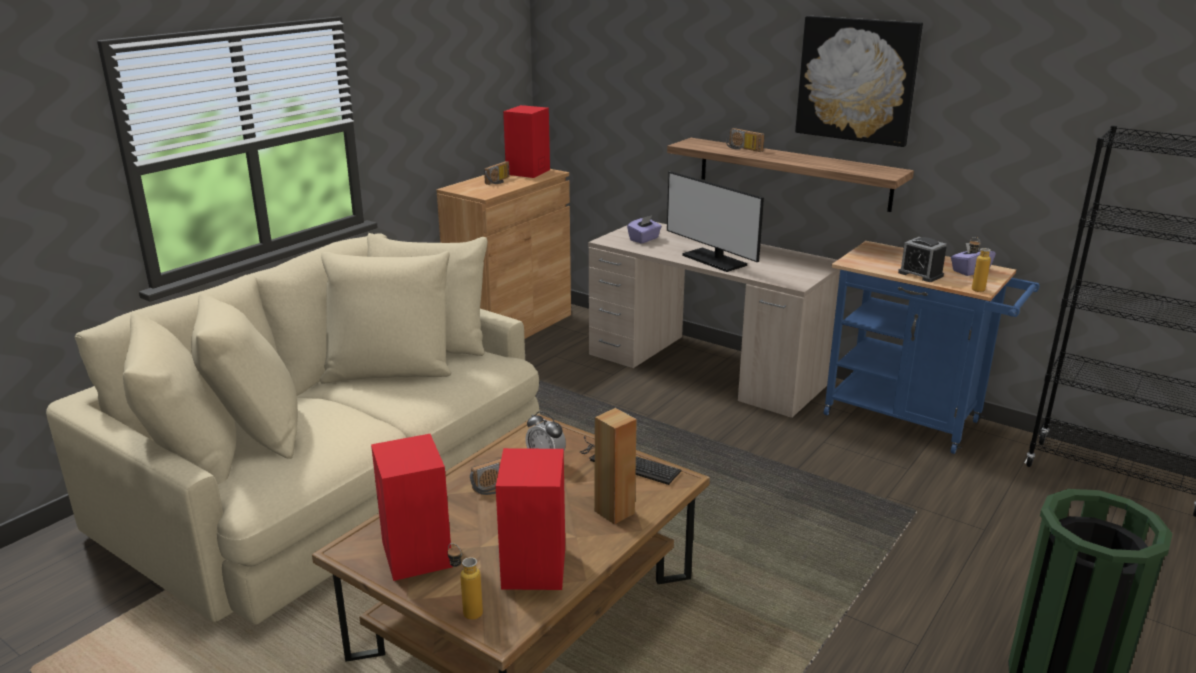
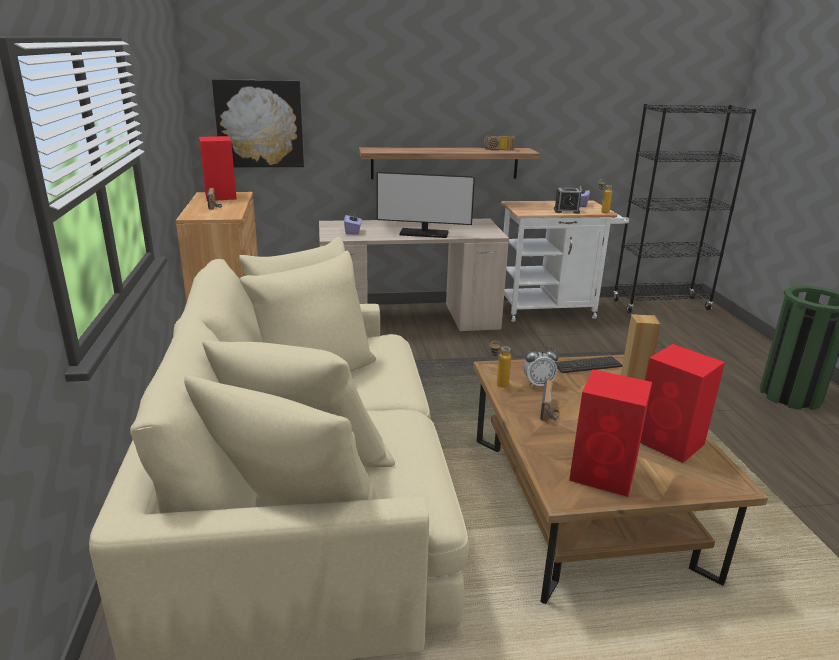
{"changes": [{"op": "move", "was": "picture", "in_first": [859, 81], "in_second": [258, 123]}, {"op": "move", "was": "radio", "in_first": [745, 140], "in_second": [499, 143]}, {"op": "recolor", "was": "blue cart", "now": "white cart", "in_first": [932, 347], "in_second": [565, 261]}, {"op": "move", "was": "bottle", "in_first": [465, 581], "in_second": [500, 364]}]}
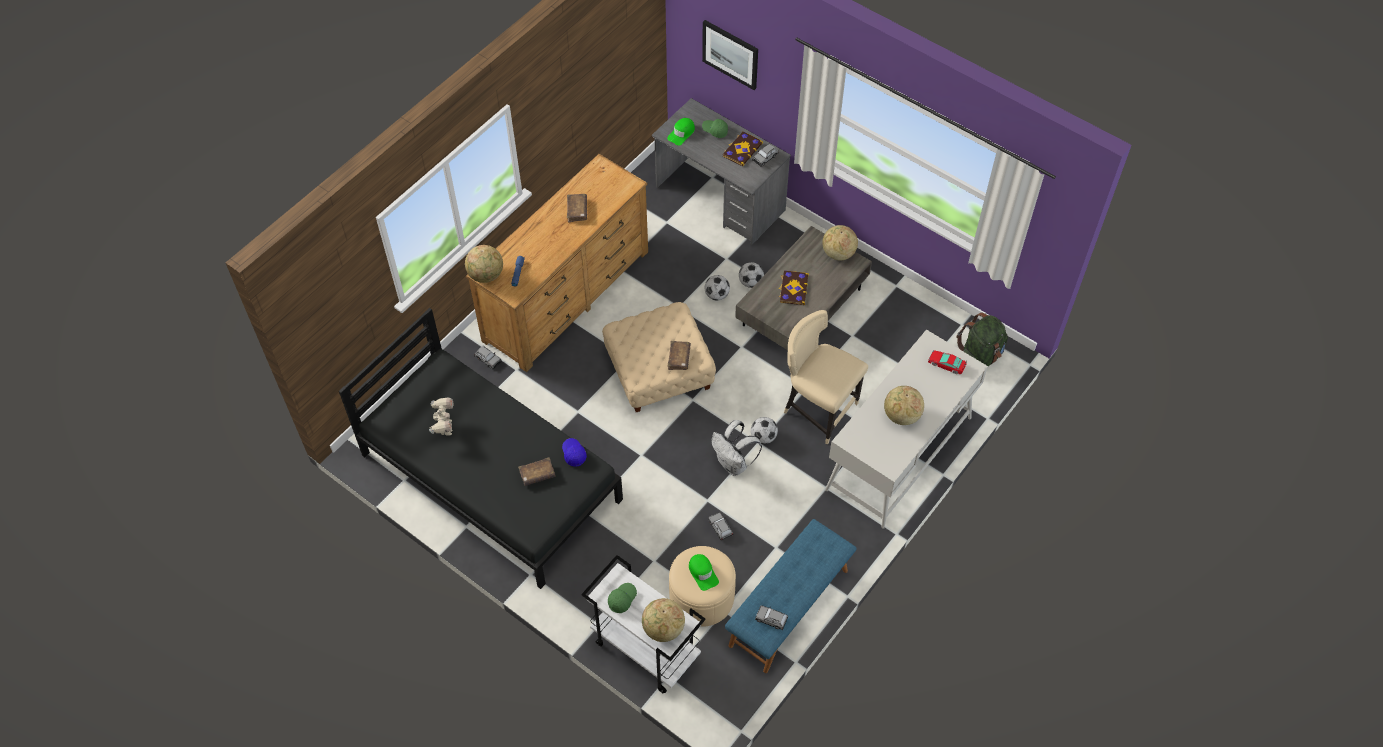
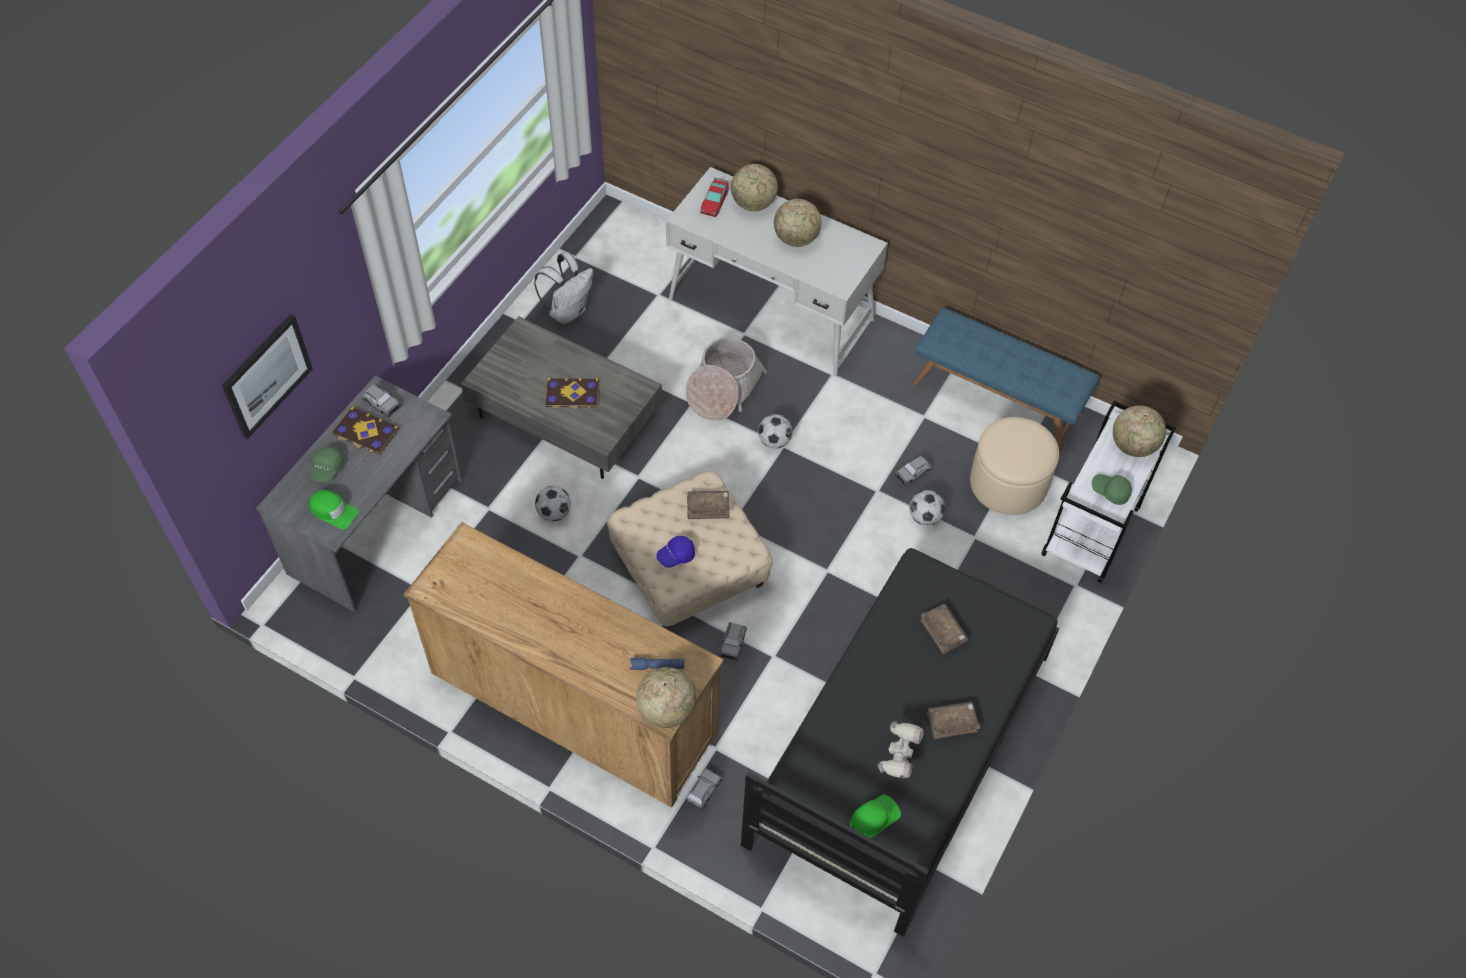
{"changes": [{"op": "move", "was": "brown book", "in_first": [577, 208], "in_second": [953, 720]}, {"op": "move", "was": "globe", "in_first": [840, 242], "in_second": [754, 187]}, {"op": "move", "was": "football", "in_first": [751, 275], "in_second": [927, 508]}, {"op": "replace", "was": "beige chair", "now": "basket", "in_first": [826, 377], "in_second": [726, 379]}, {"op": "delete", "was": "green backpack", "in_first": [982, 339]}, {"op": "rotate", "was": "toy robot", "in_first": [441, 417], "in_second": [901, 750], "clockwise": 120}, {"op": "move", "was": "white backpack", "in_first": [736, 448], "in_second": [563, 288]}, {"op": "move", "was": "blue cap", "in_first": [574, 452], "in_second": [675, 552]}, {"op": "move", "was": "green cap", "in_first": [704, 572], "in_second": [875, 816]}, {"op": "move", "was": "grey toy car", "in_first": [771, 617], "in_second": [733, 641]}]}
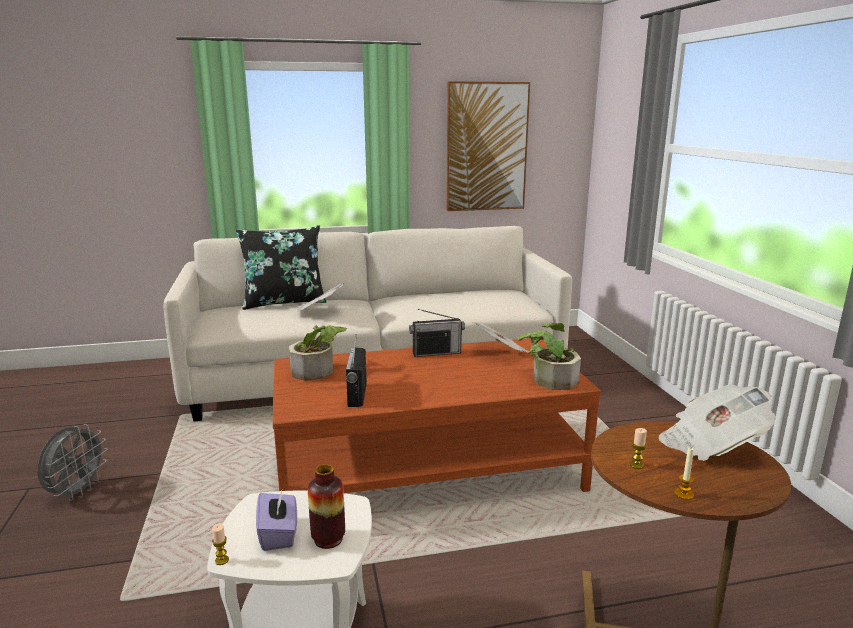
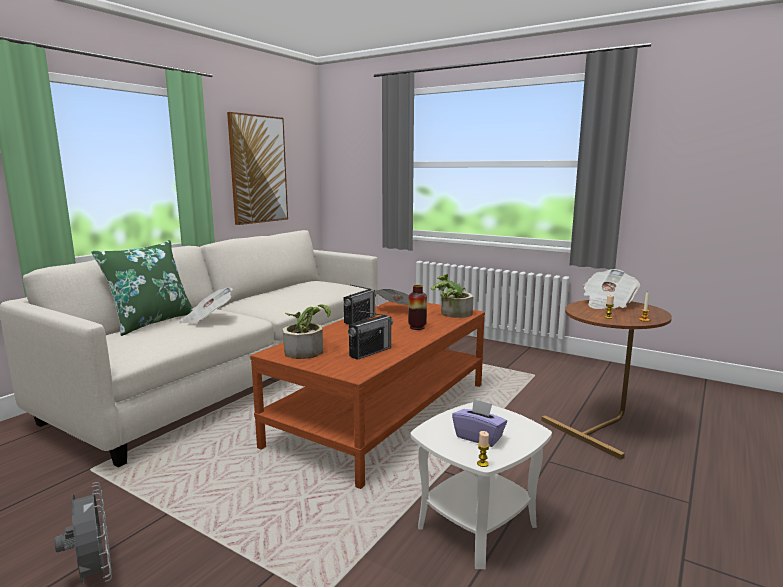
{"changes": [{"op": "recolor", "was": "black pillow", "now": "green pillow", "in_first": [281, 267], "in_second": [142, 288]}, {"op": "rotate", "was": "radio", "in_first": [356, 370], "in_second": [370, 335], "clockwise": -90}, {"op": "move", "was": "vase", "in_first": [326, 506], "in_second": [417, 307]}]}
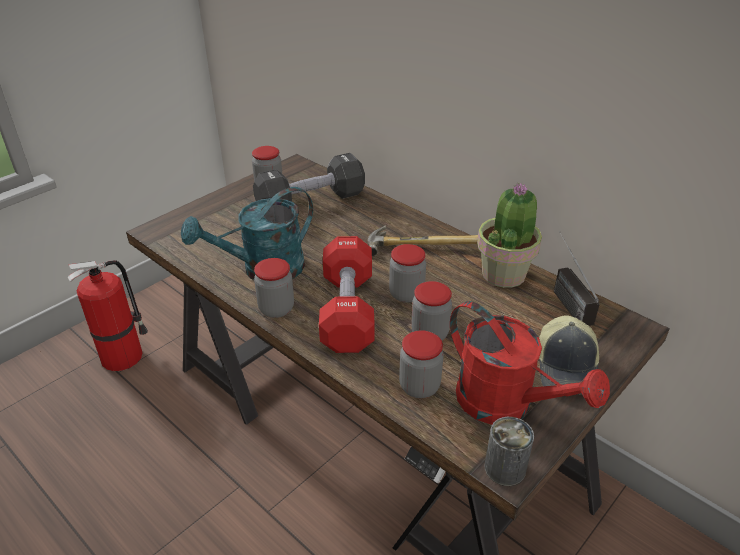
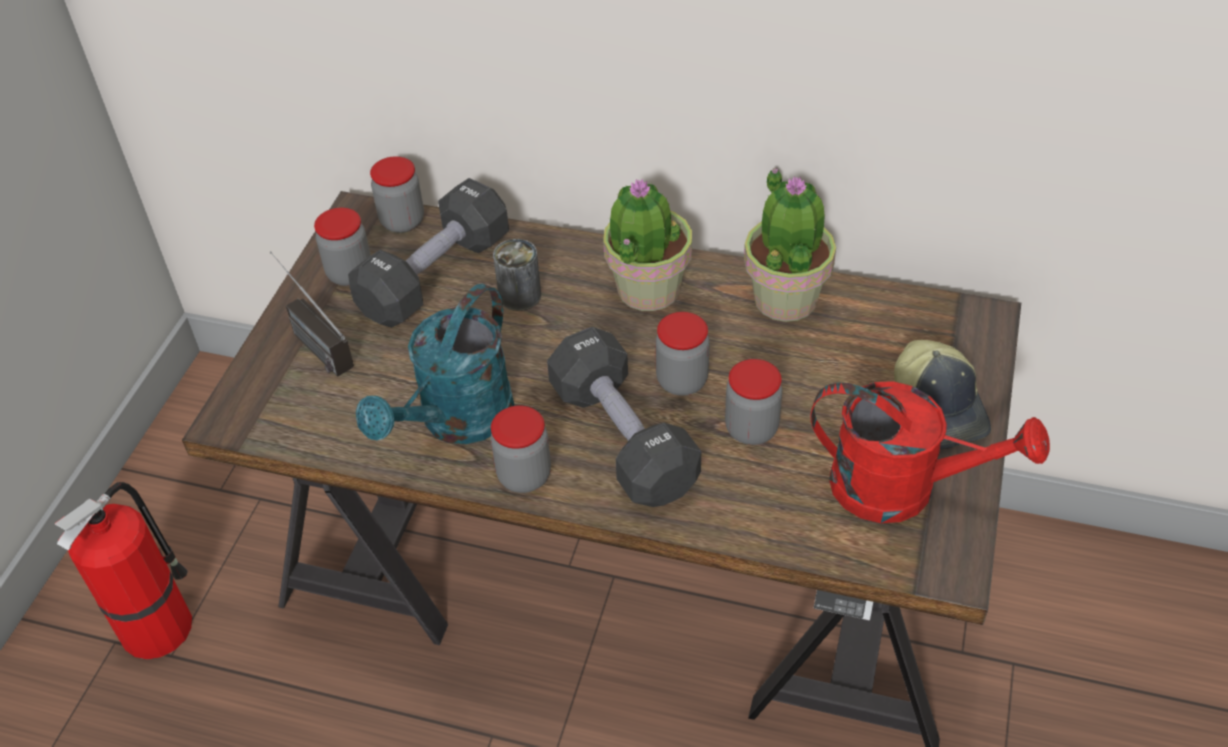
{"changes": [{"op": "replace", "was": "hammer", "now": "potted plant", "in_first": [423, 240], "in_second": [647, 245]}, {"op": "move", "was": "radio", "in_first": [577, 278], "in_second": [312, 314]}, {"op": "recolor", "was": "red dumbbell", "now": "black dumbbell", "in_first": [347, 294], "in_second": [624, 417]}, {"op": "move", "was": "jar", "in_first": [421, 364], "in_second": [397, 194]}, {"op": "move", "was": "can", "in_first": [509, 451], "in_second": [517, 275]}]}
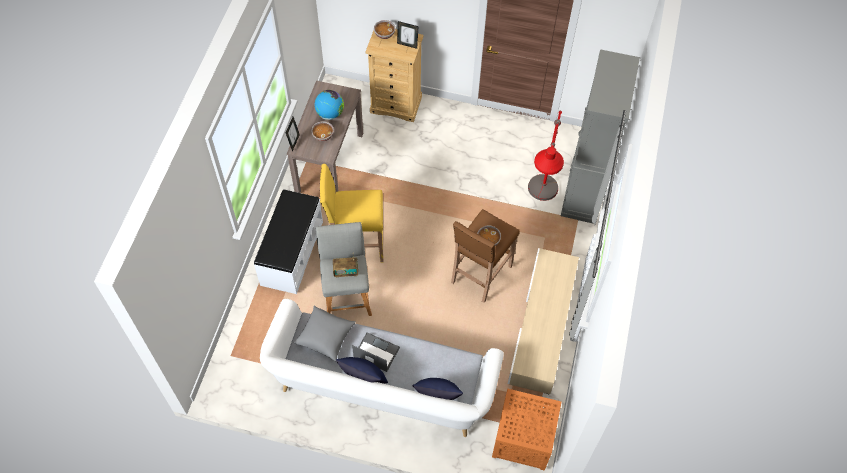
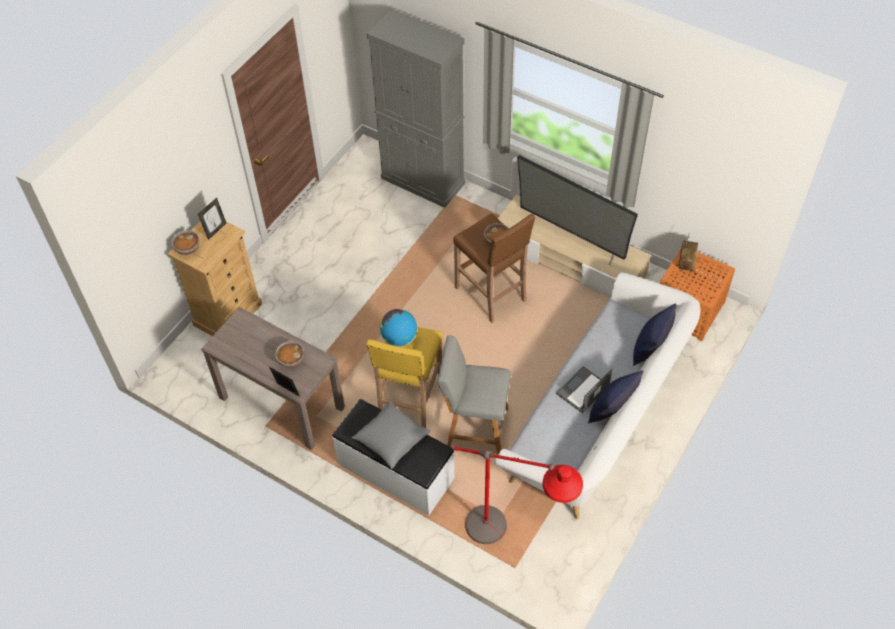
{"changes": [{"op": "move", "was": "globe", "in_first": [329, 105], "in_second": [398, 328]}, {"op": "move", "was": "red floor lamp", "in_first": [546, 155], "in_second": [518, 495]}, {"op": "move", "was": "radio", "in_first": [345, 266], "in_second": [688, 253]}, {"op": "move", "was": "grey pillow", "in_first": [325, 333], "in_second": [391, 435]}, {"op": "insert", "now": "television", "in_second": [577, 210]}]}
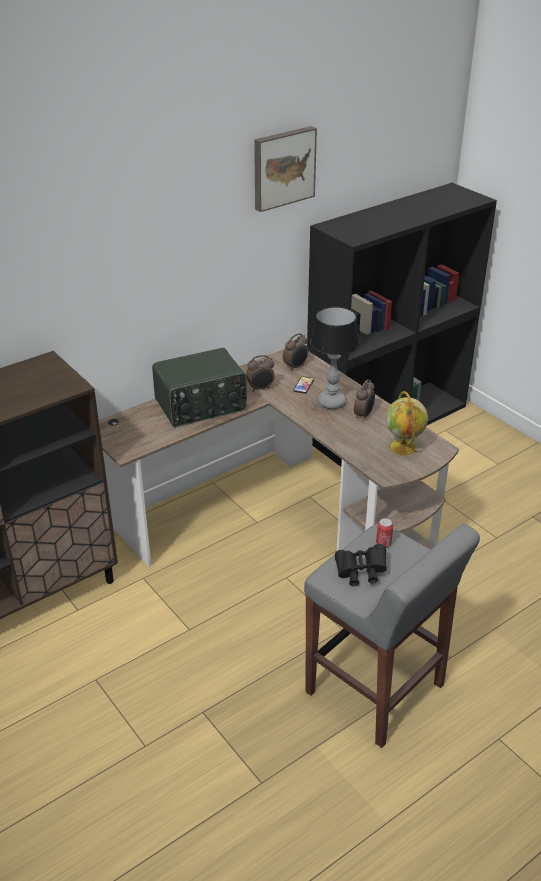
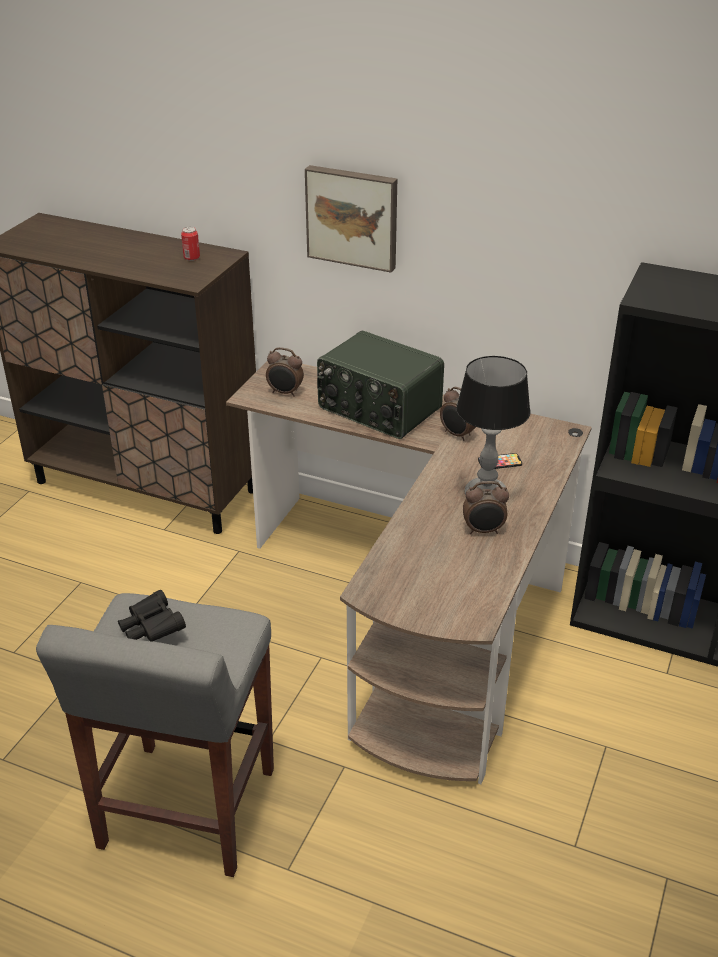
{"changes": [{"op": "move", "was": "picture", "in_first": [285, 169], "in_second": [351, 218]}, {"op": "move", "was": "alarm clock", "in_first": [295, 352], "in_second": [285, 372]}, {"op": "delete", "was": "globe", "in_first": [407, 423]}, {"op": "move", "was": "can", "in_first": [384, 533], "in_second": [190, 244]}]}
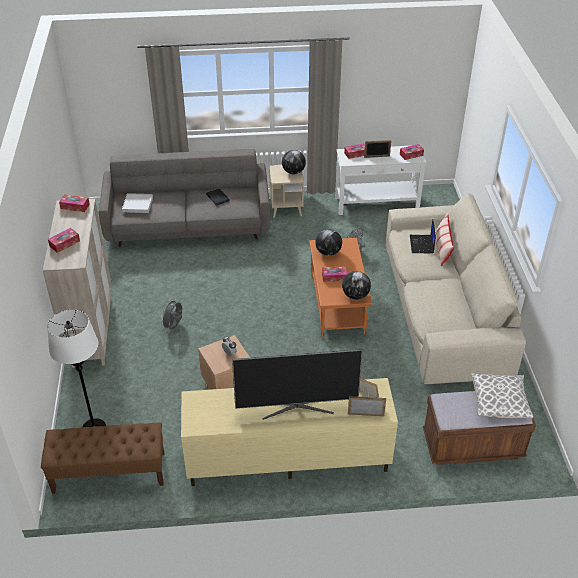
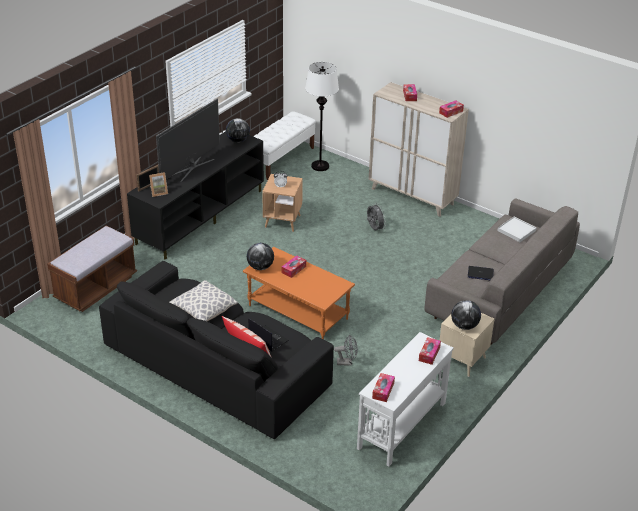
{"changes": [{"op": "delete", "was": "picture frame", "in_first": [377, 149]}, {"op": "recolor", "was": "beige sofa", "now": "black sofa", "in_first": [456, 288], "in_second": [216, 350]}, {"op": "move", "was": "globe", "in_first": [328, 242], "in_second": [238, 130]}, {"op": "move", "was": "pillow", "in_first": [501, 395], "in_second": [203, 300]}, {"op": "recolor", "was": "beige tv stand", "now": "black tv stand", "in_first": [289, 432], "in_second": [195, 195]}, {"op": "recolor", "was": "brown bench", "now": "white bench", "in_first": [102, 458], "in_second": [284, 145]}]}
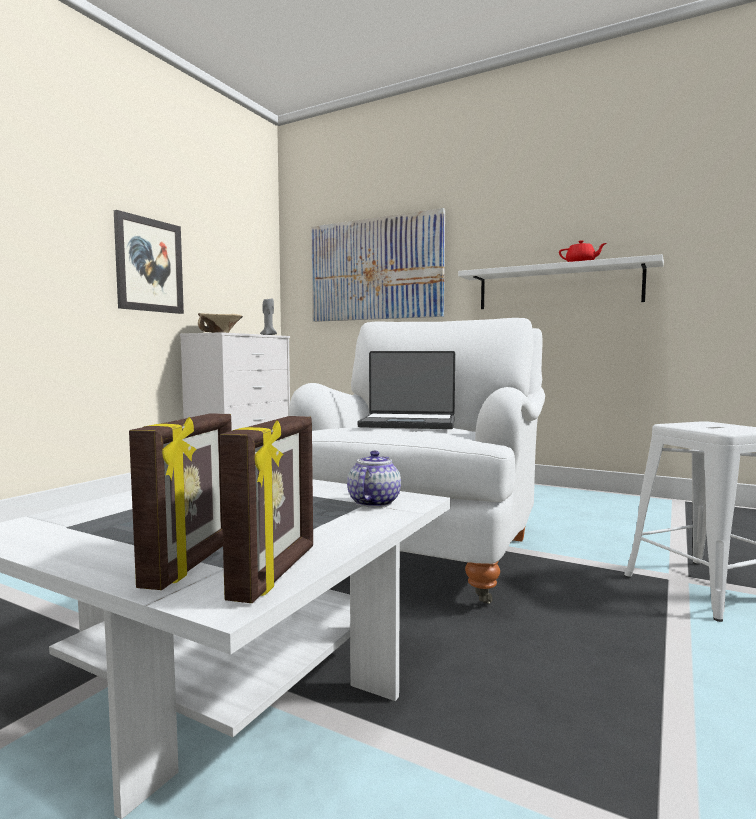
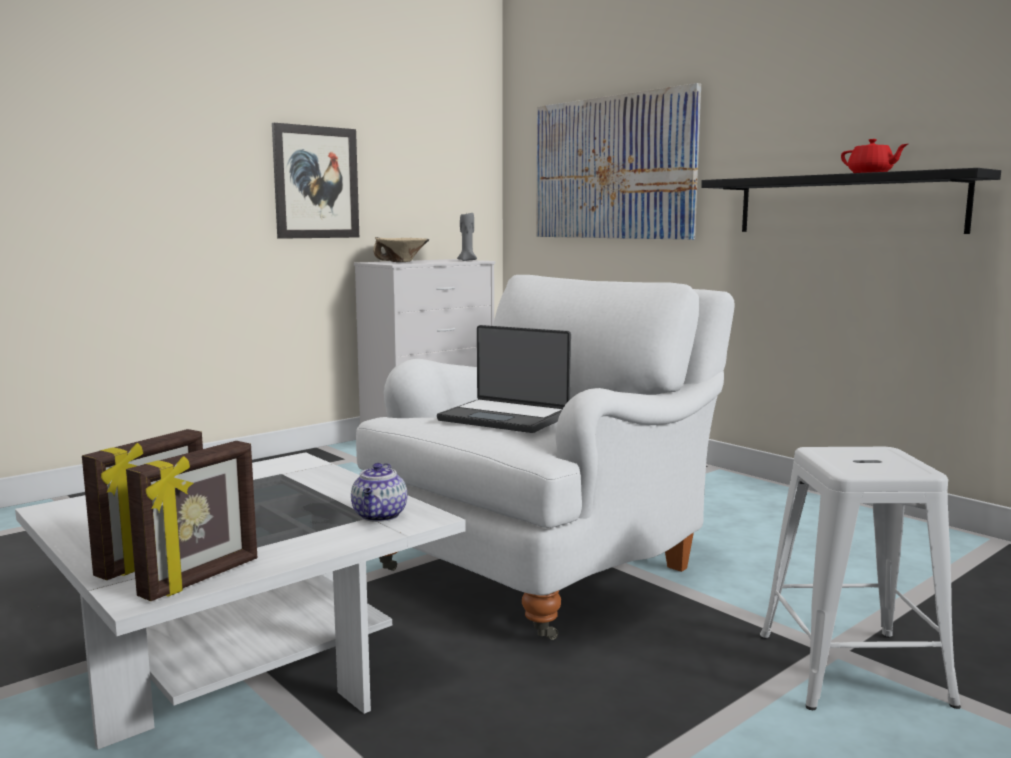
{"changes": [{"op": "recolor", "was": "white shelf", "now": "black shelf", "in_first": [561, 281], "in_second": [851, 201]}, {"op": "rotate", "was": "teapot", "in_first": [374, 479], "in_second": [379, 492], "clockwise": 150}]}
